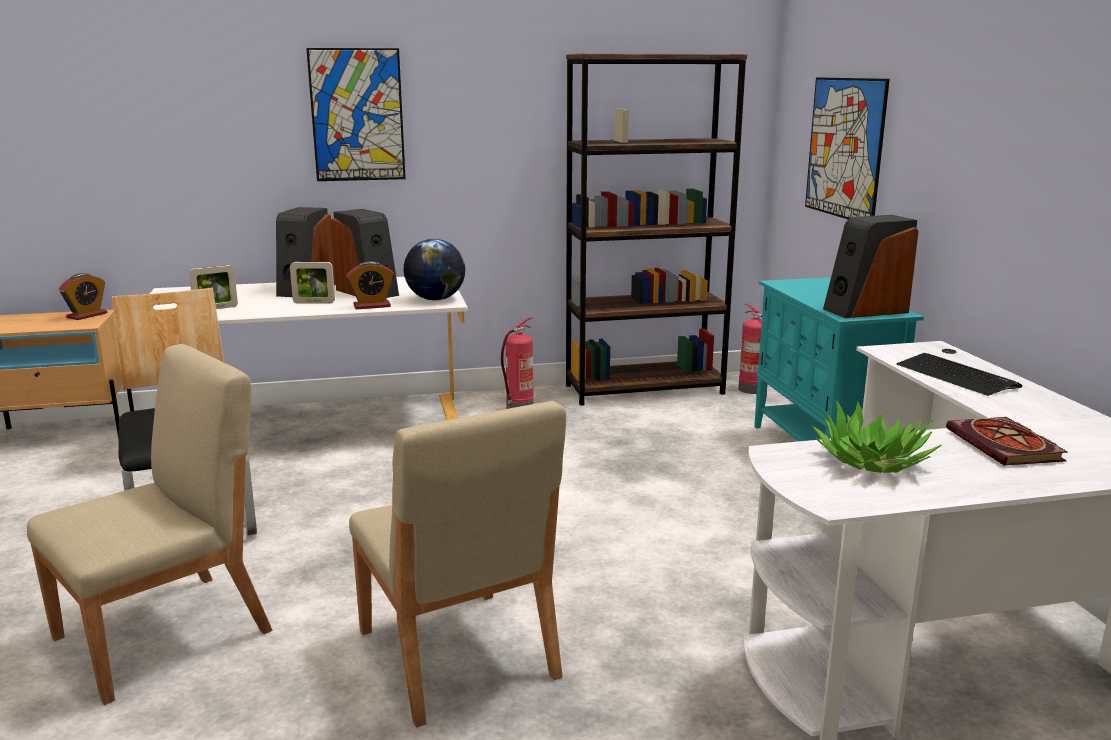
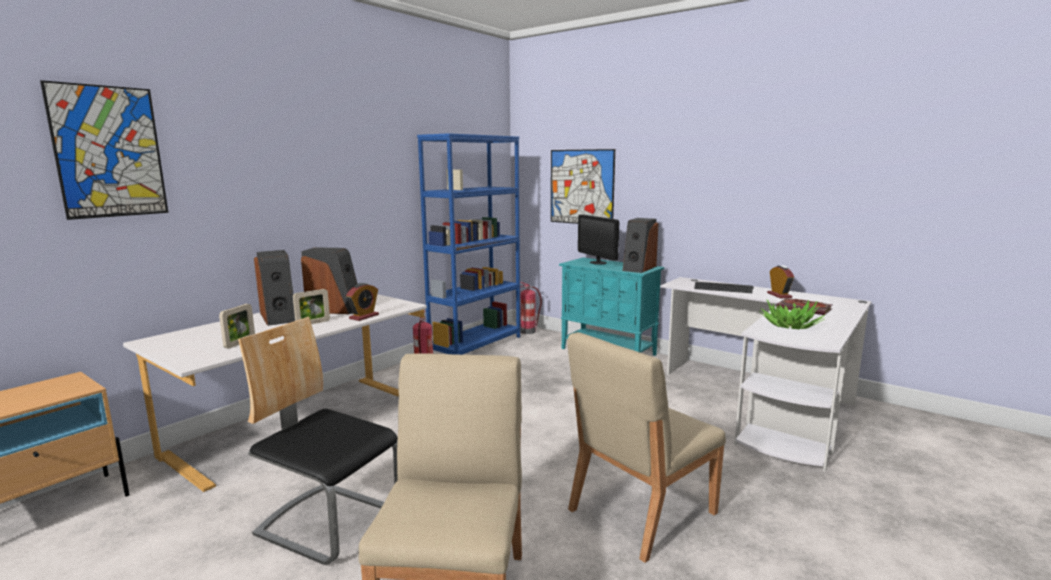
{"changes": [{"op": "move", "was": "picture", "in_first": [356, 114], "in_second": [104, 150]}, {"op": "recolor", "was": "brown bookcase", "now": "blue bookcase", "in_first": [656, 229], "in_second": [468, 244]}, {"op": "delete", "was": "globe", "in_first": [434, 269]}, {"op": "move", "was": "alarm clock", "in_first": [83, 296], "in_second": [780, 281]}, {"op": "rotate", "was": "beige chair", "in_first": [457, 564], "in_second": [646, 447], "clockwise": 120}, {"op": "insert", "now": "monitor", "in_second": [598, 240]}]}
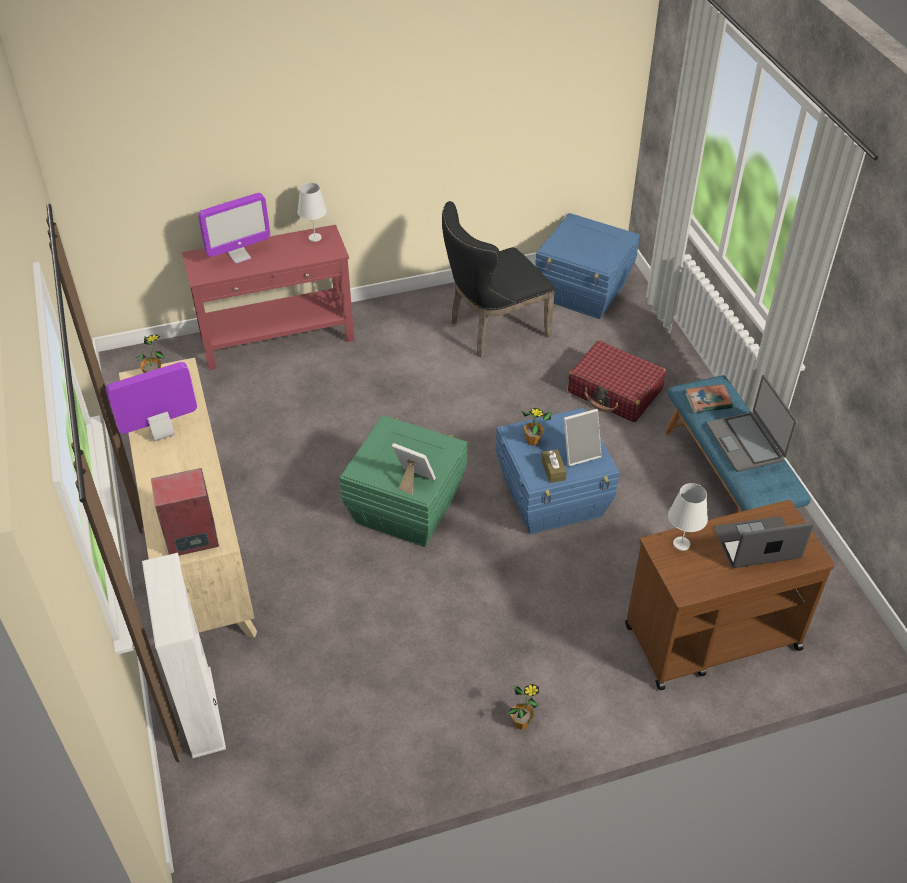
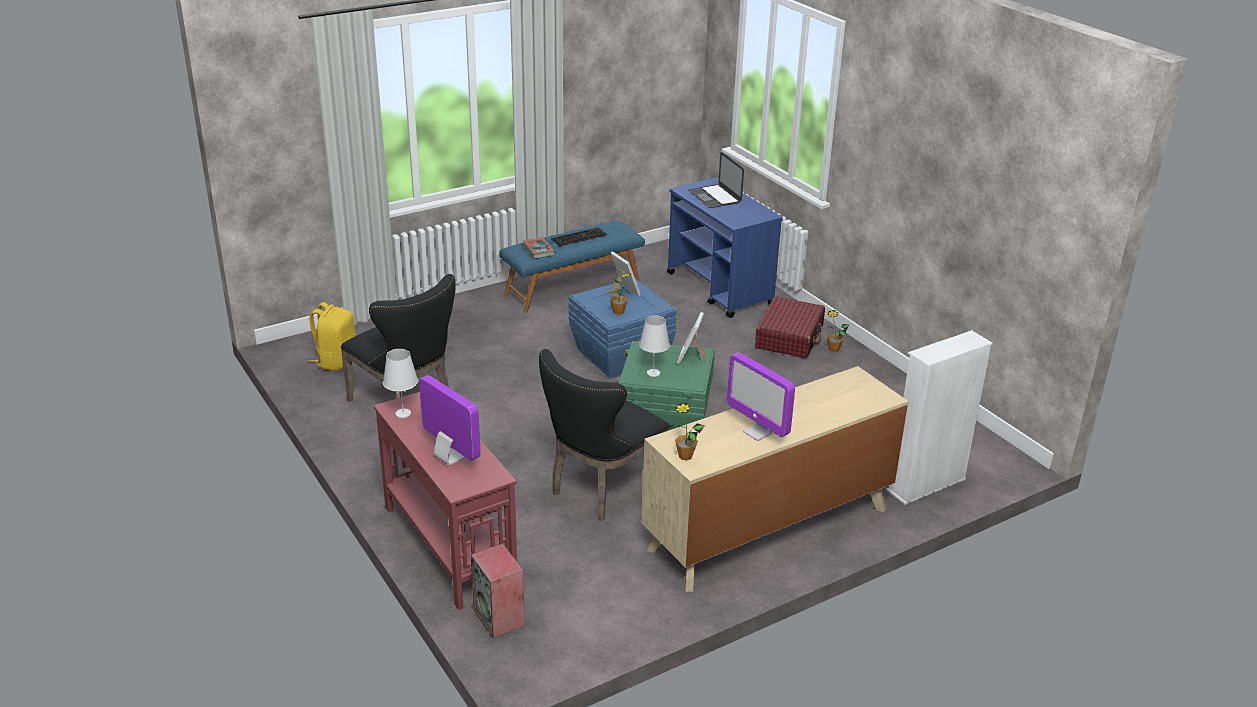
{"changes": [{"op": "replace", "was": "blue storage box", "now": "yellow backpack", "in_first": [587, 266], "in_second": [332, 336]}, {"op": "move", "was": "red suitcase", "in_first": [617, 381], "in_second": [790, 327]}, {"op": "replace", "was": "laptop", "now": "keyboard", "in_first": [752, 423], "in_second": [579, 237]}, {"op": "delete", "was": "brown tissue box", "in_first": [554, 466]}, {"op": "move", "was": "speaker", "in_first": [185, 512], "in_second": [498, 590]}, {"op": "move", "was": "white table lamp", "in_first": [688, 517], "in_second": [654, 346]}, {"op": "recolor", "was": "brown cart", "now": "blue cart", "in_first": [730, 595], "in_second": [725, 247]}, {"op": "insert", "now": "black chair", "in_second": [605, 434]}]}
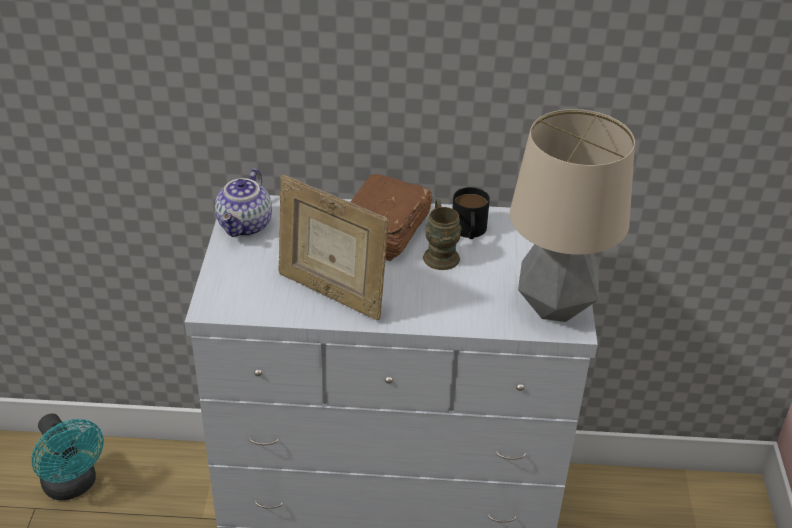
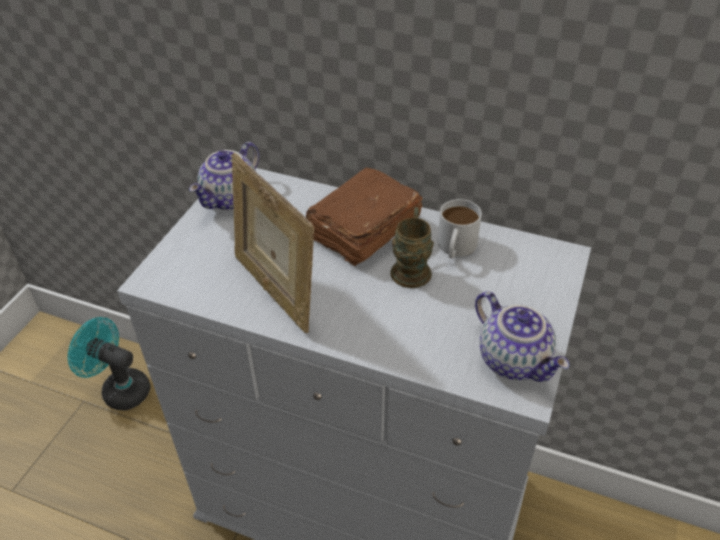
{"changes": [{"op": "replace", "was": "table lamp", "now": "teapot", "in_first": [572, 215], "in_second": [522, 336]}, {"op": "recolor", "was": "black mug", "now": "white mug", "in_first": [471, 213], "in_second": [460, 229]}, {"op": "rotate", "was": "turquoise fan", "in_first": [67, 456], "in_second": [109, 363], "clockwise": 135}]}
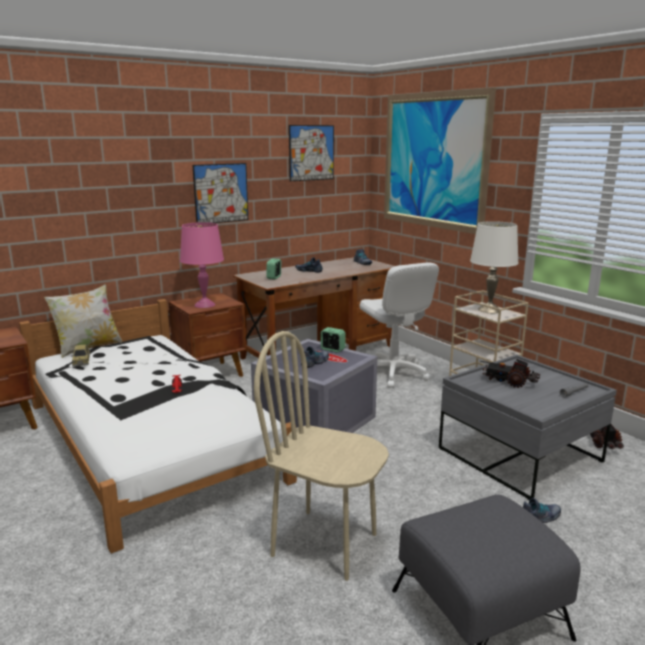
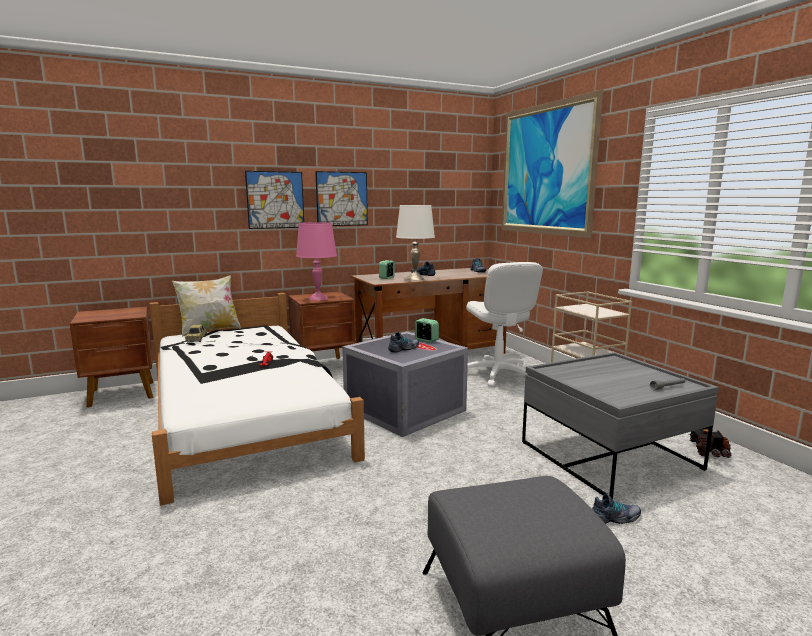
{"changes": [{"op": "move", "was": "picture", "in_first": [311, 153], "in_second": [274, 200]}, {"op": "move", "was": "white table lamp", "in_first": [494, 267], "in_second": [415, 242]}, {"op": "delete", "was": "beige chair", "in_first": [321, 456]}, {"op": "delete", "was": "toy truck", "in_first": [510, 373]}]}
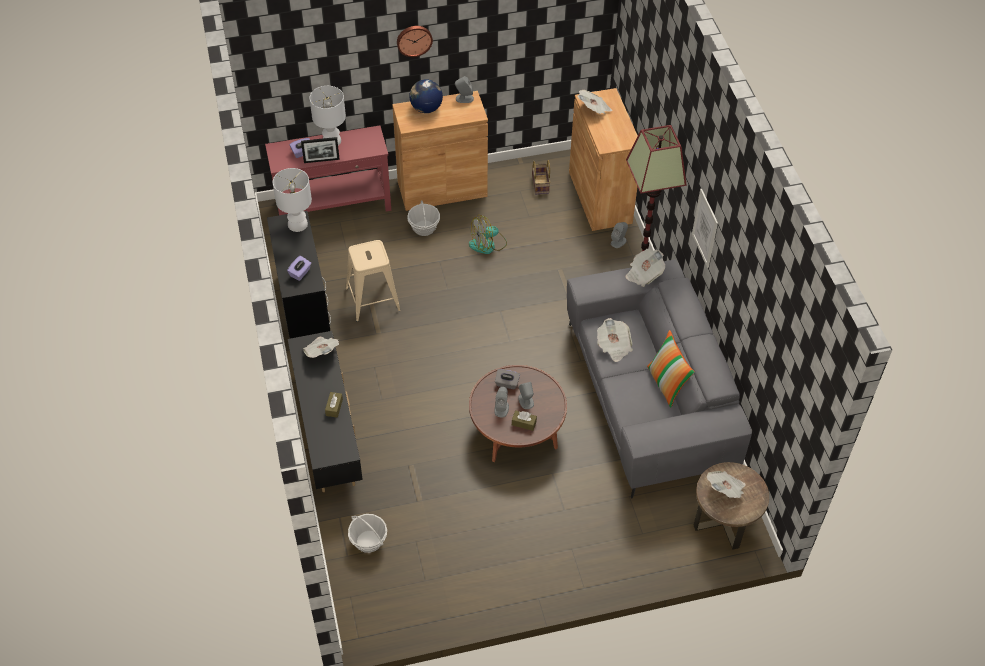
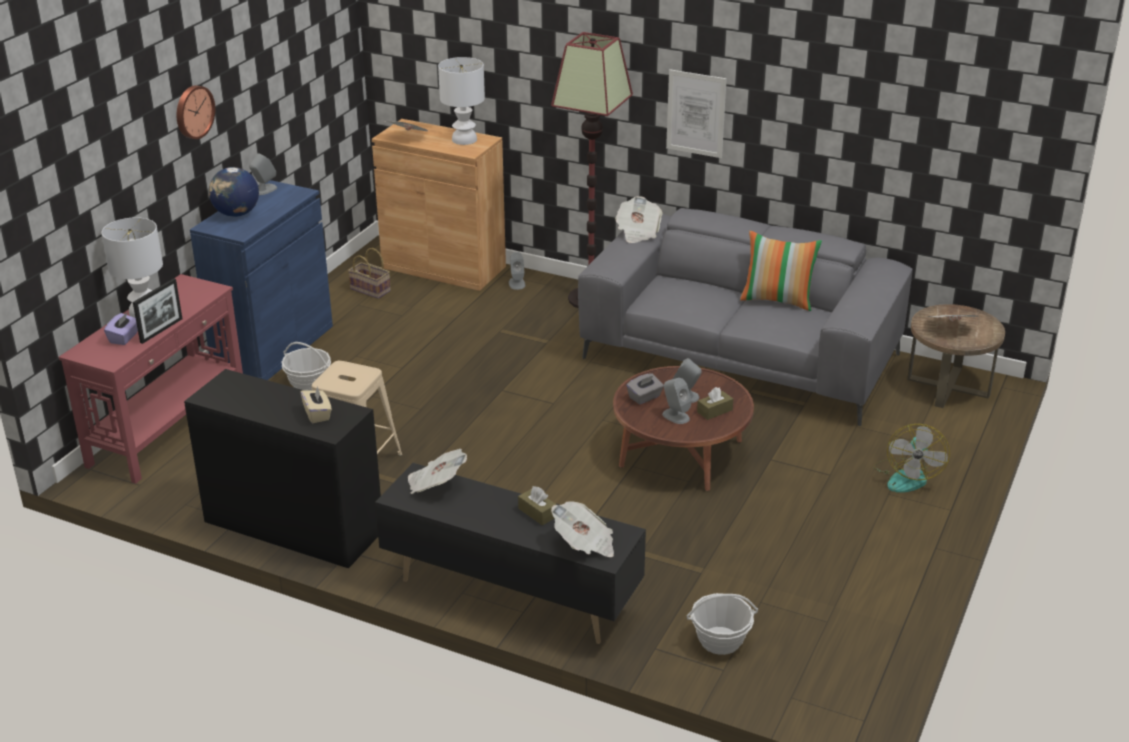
{"changes": [{"op": "recolor", "was": "brown cabinet", "now": "blue cabinet", "in_first": [440, 151], "in_second": [261, 280]}, {"op": "move", "was": "white table lamp", "in_first": [292, 200], "in_second": [461, 101]}, {"op": "move", "was": "fan", "in_first": [488, 234], "in_second": [912, 458]}, {"op": "recolor", "was": "purple tissue box", "now": "beige tissue box", "in_first": [299, 268], "in_second": [316, 404]}, {"op": "move", "was": "newspaper", "in_first": [615, 340], "in_second": [582, 529]}]}
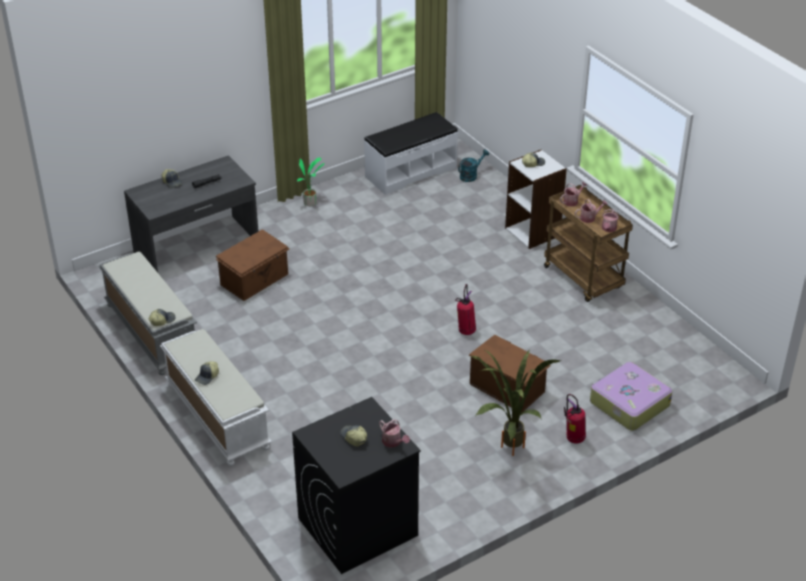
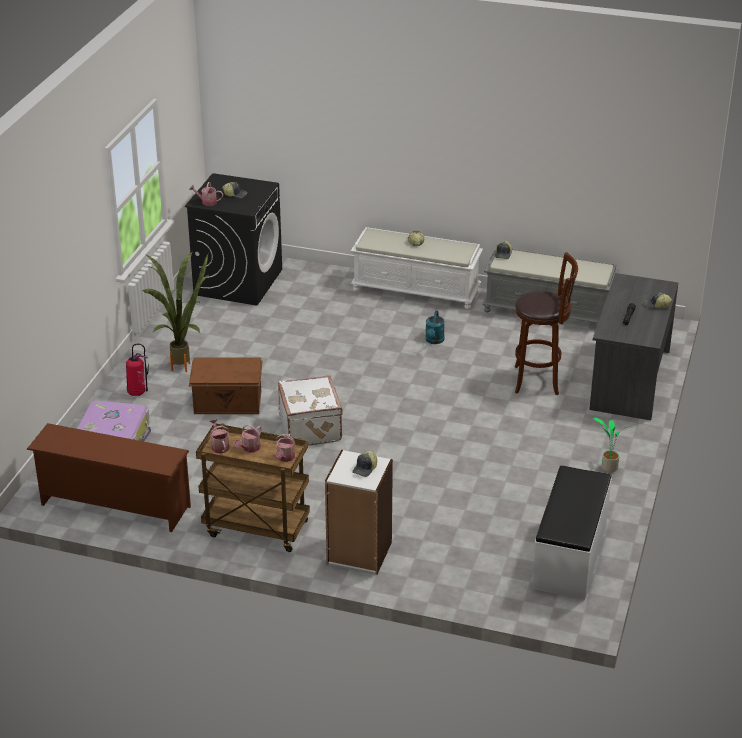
{"changes": [{"op": "move", "was": "turquoise watering can", "in_first": [473, 165], "in_second": [435, 327]}, {"op": "replace", "was": "brown storage box", "now": "brown stool", "in_first": [252, 265], "in_second": [546, 323]}, {"op": "replace", "was": "fire extinguisher", "now": "white suitcase", "in_first": [465, 309], "in_second": [310, 410]}, {"op": "insert", "now": "brown shoe rack", "in_second": [109, 477]}]}
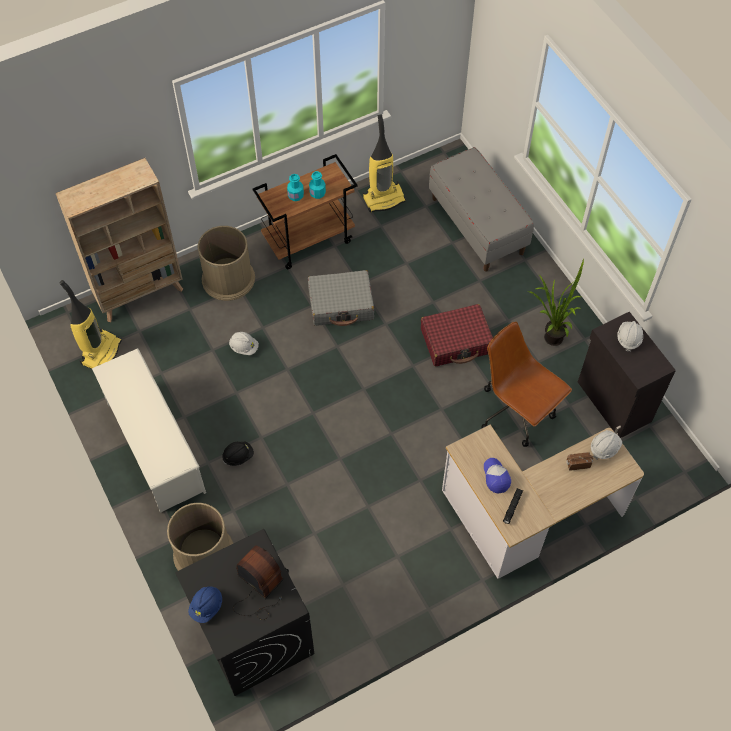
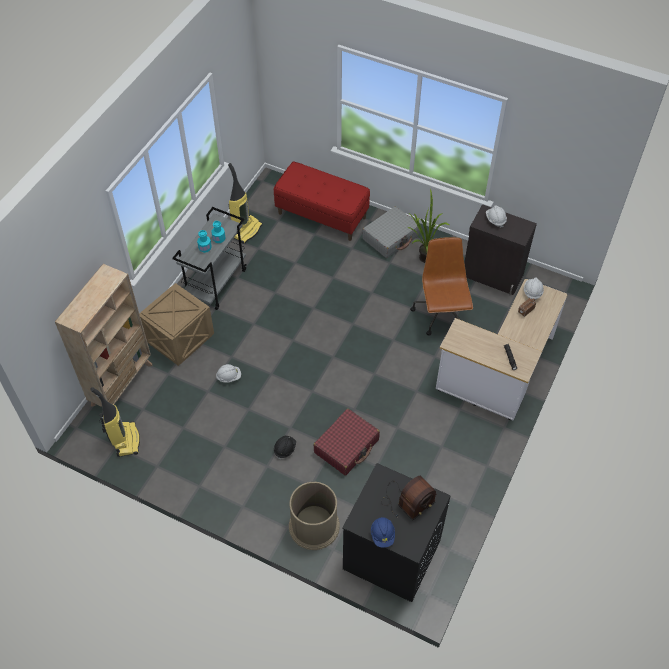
{"changes": [{"op": "recolor", "was": "grey bench", "now": "red bench", "in_first": [481, 209], "in_second": [322, 201]}, {"op": "recolor", "was": "brown cart", "now": "grey cart", "in_first": [305, 211], "in_second": [209, 258]}, {"op": "replace", "was": "brown trash can", "now": "crate", "in_first": [226, 263], "in_second": [177, 324]}, {"op": "move", "was": "grey suitcase", "in_first": [341, 298], "in_second": [391, 232]}, {"op": "move", "was": "red suitcase", "in_first": [457, 335], "in_second": [346, 442]}, {"op": "rotate", "was": "brown office chair", "in_first": [526, 384], "in_second": [441, 286], "clockwise": 75}, {"op": "delete", "was": "white shoe rack", "in_first": [149, 430]}, {"op": "delete", "was": "cap", "in_first": [497, 475]}, {"op": "rotate", "was": "radio", "in_first": [258, 582], "in_second": [408, 498], "clockwise": 135}]}
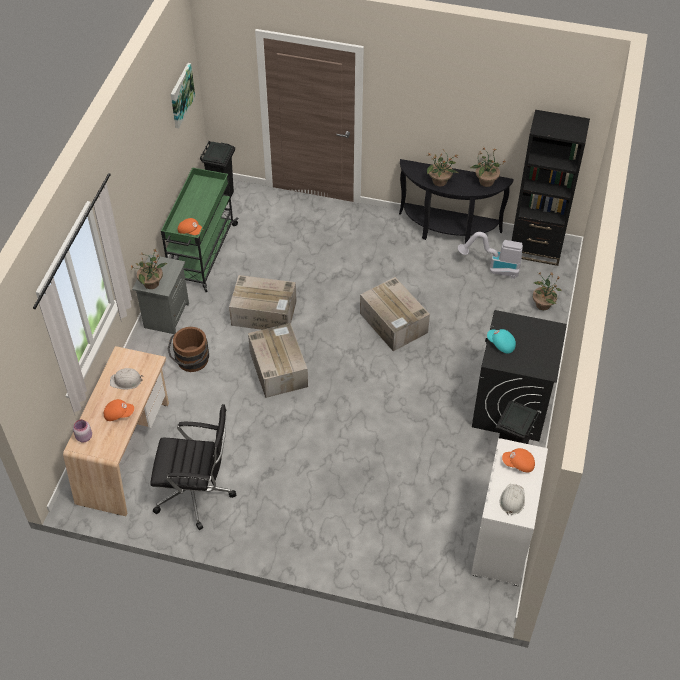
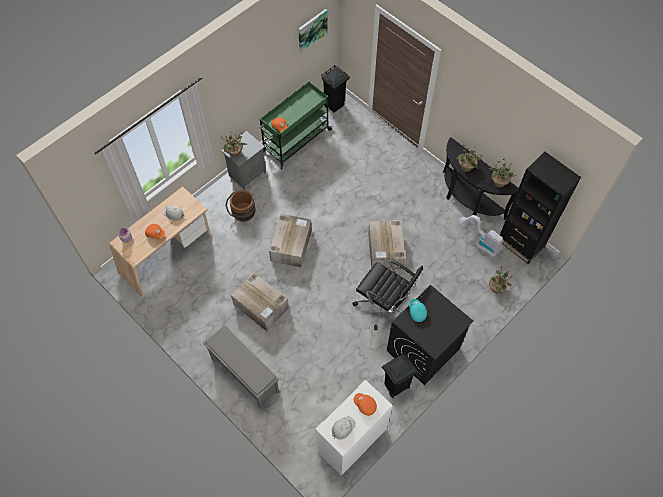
{"changes": [{"op": "move", "was": "cardboard box", "in_first": [263, 302], "in_second": [260, 301]}, {"op": "move", "was": "black office chair", "in_first": [193, 467], "in_second": [387, 295]}, {"op": "insert", "now": "grey shoe rack", "in_second": [241, 367]}]}
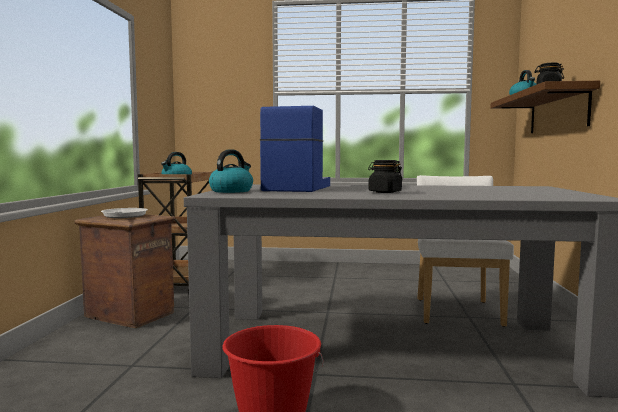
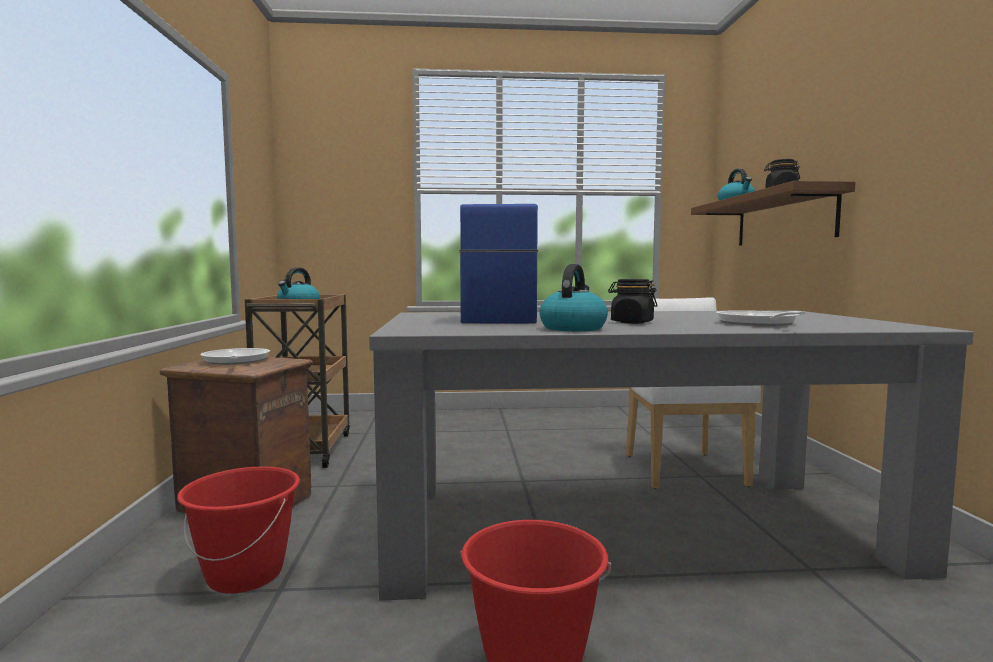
{"changes": [{"op": "move", "was": "kettle", "in_first": [231, 171], "in_second": [573, 297]}, {"op": "insert", "now": "frying pan", "in_second": [761, 318]}, {"op": "insert", "now": "red bucket", "in_second": [238, 530]}]}
